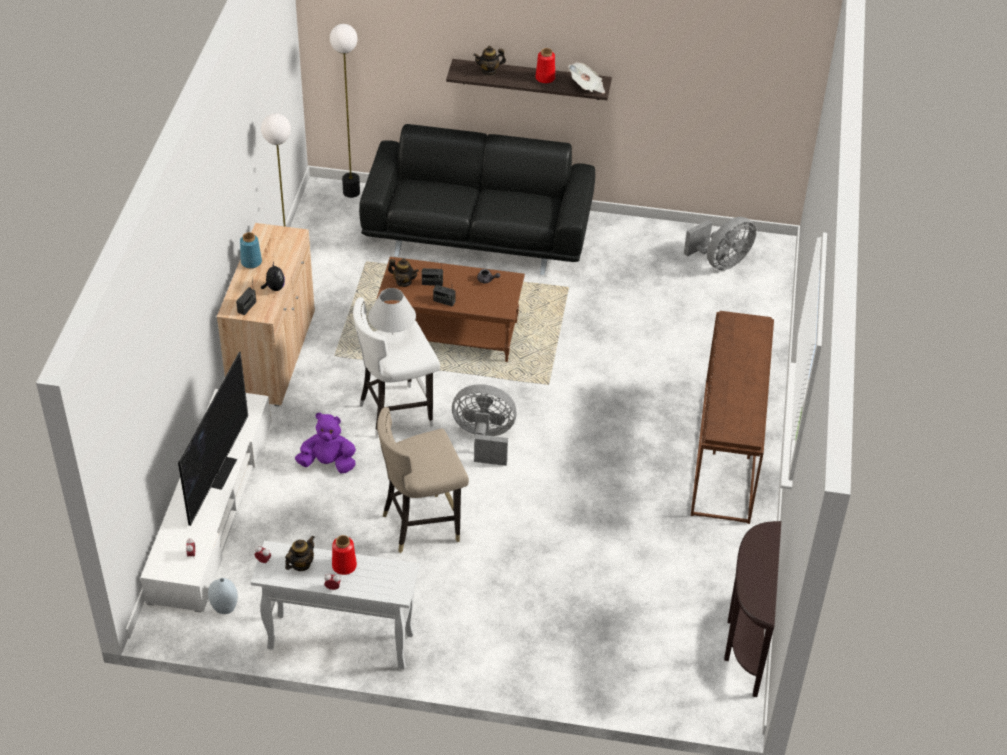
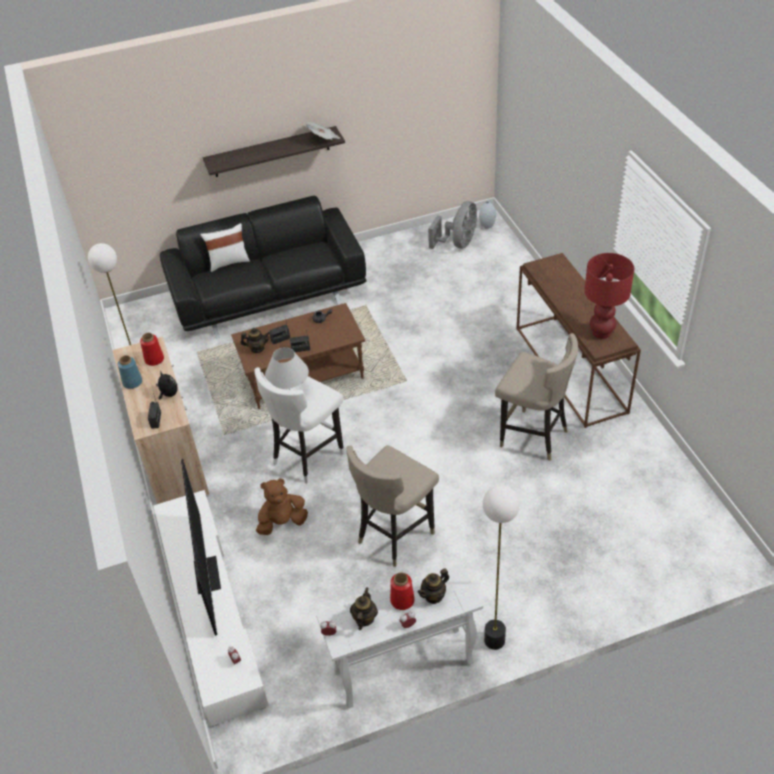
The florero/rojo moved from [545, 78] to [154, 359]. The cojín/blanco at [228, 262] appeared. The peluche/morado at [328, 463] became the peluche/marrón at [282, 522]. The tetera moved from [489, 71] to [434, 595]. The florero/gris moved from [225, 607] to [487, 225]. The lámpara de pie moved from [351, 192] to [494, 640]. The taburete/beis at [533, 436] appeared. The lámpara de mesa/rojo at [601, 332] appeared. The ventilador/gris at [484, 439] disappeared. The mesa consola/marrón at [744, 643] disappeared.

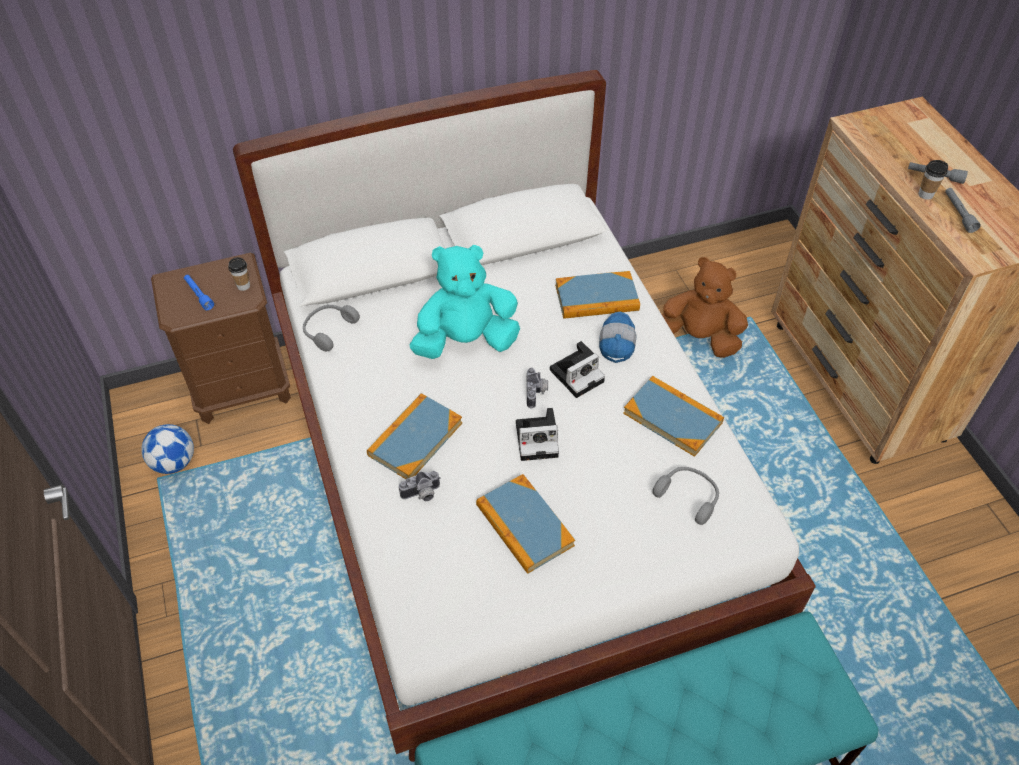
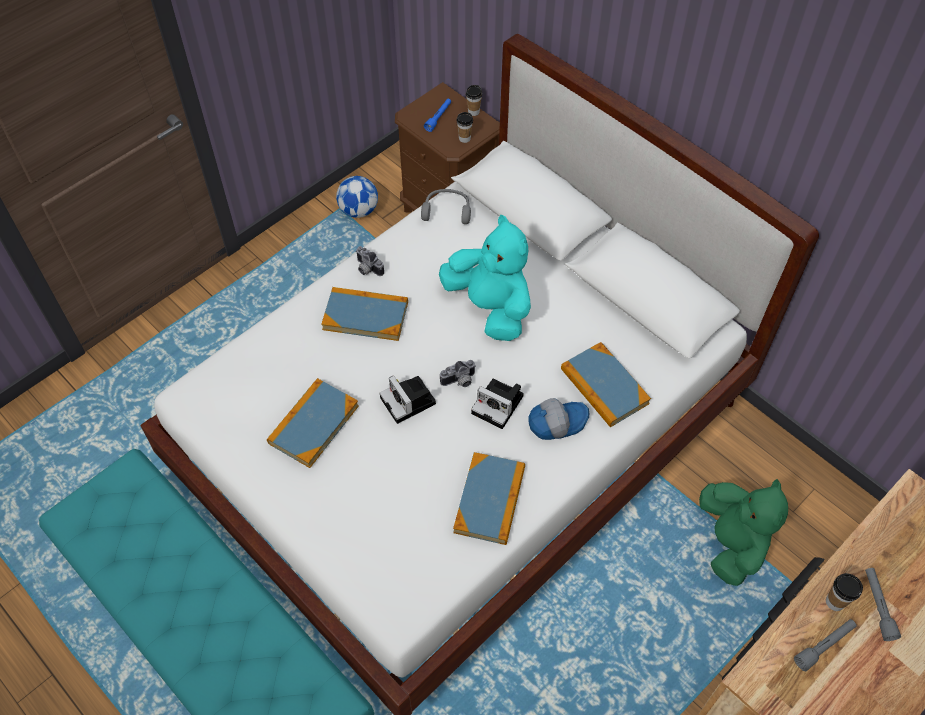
The cámara moved from [422, 495] to [367, 269]. The taza at [473, 112] appeared. The peluche/marrón at [698, 338] became the peluche/verde at [731, 543]. The auriculares/gris at [688, 496] disappeared.

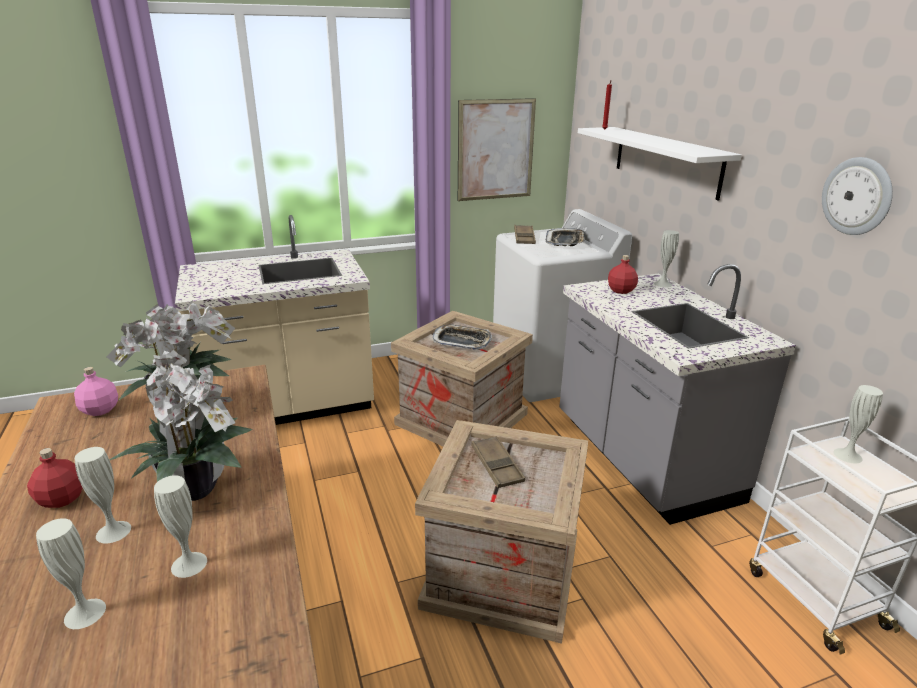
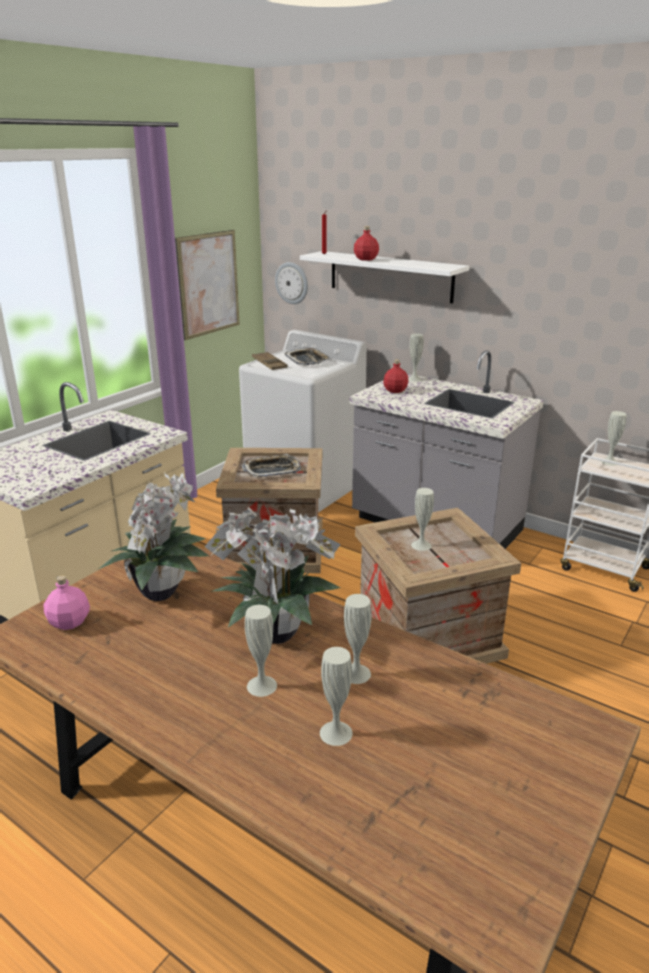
The reloj de pared moved from [857, 196] to [292, 283]. The botella/rojo moved from [61, 499] to [366, 259]. The bandeja/marrón at [497, 466] was replaced by the florero/blanco at [421, 545].

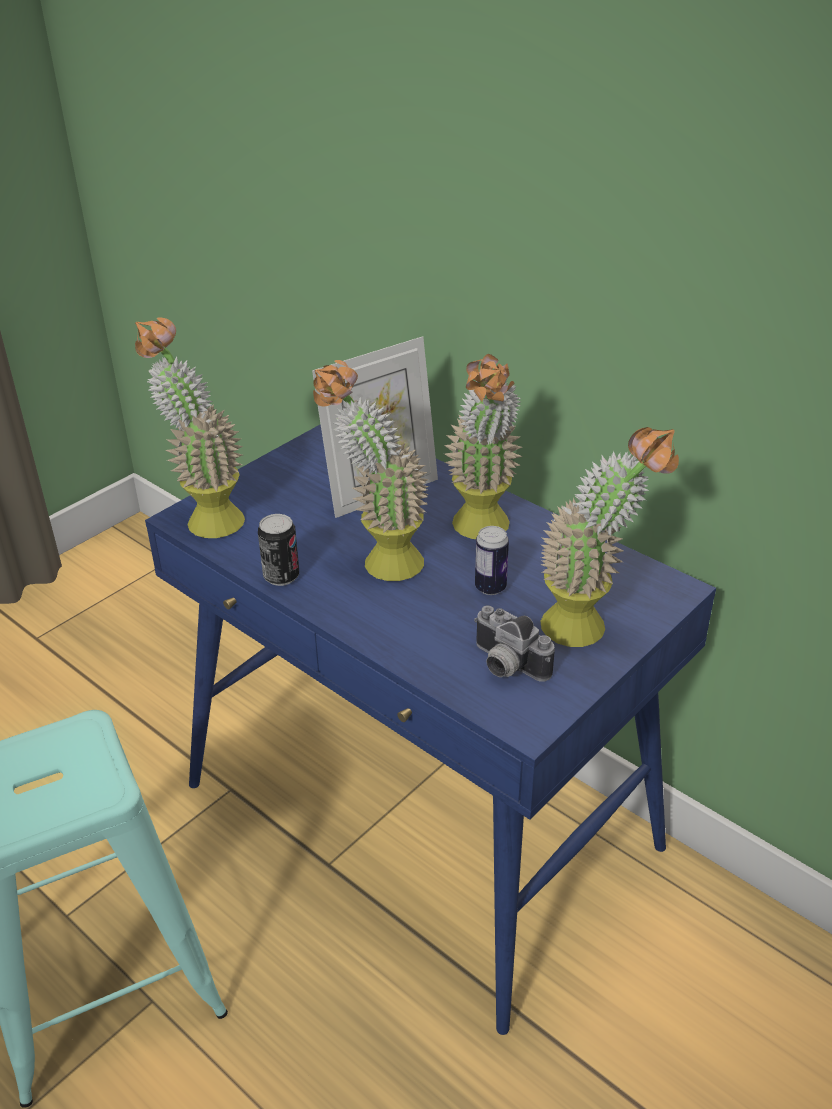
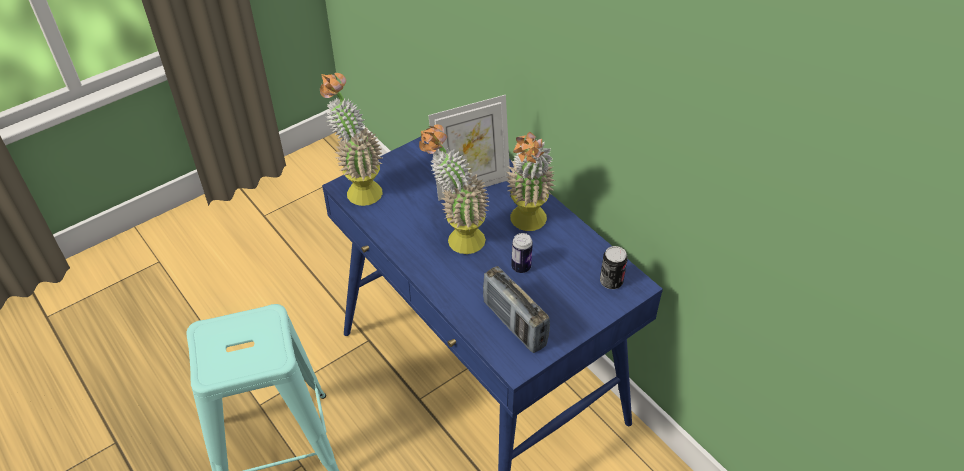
The cámara at [505, 666] was replaced by the radio at [514, 324]. The lata moved from [281, 576] to [611, 281]. The planta en maceta at [590, 627] disappeared.

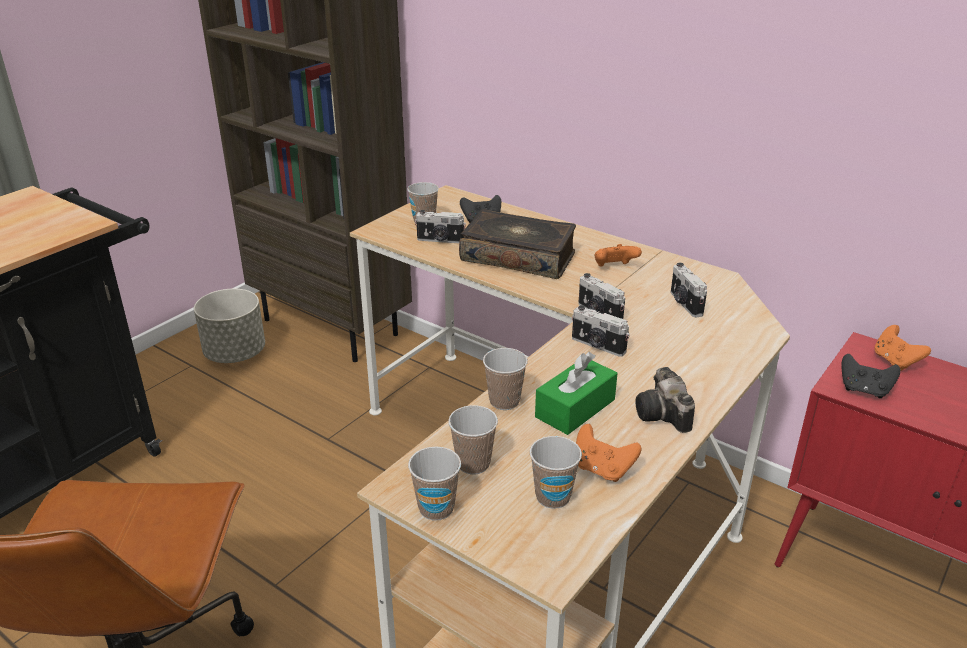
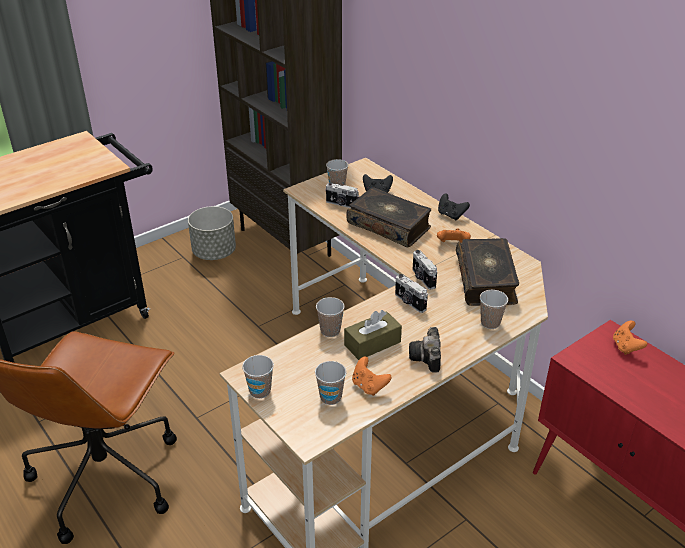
The caja de pañuelos/verde at [575, 408] became the caja de pañuelos/marrón at [372, 343]. The mando de consola/negro moved from [864, 390] to [451, 215]. The cámara at [684, 304] was replaced by the libro at [486, 280]. The taza moved from [473, 464] to [490, 323].

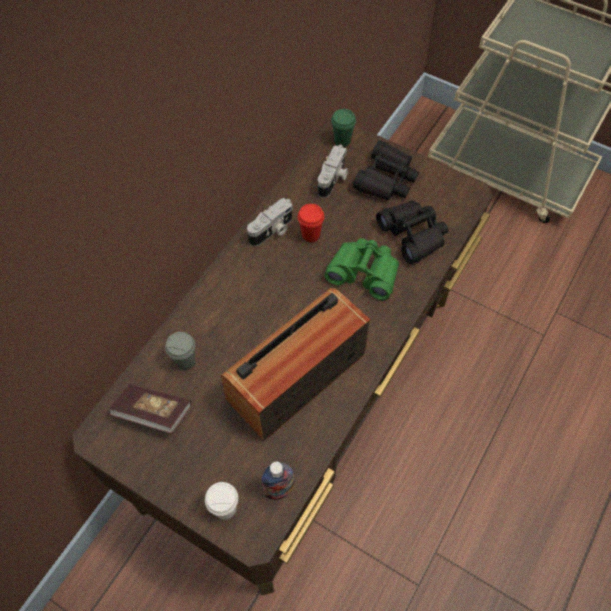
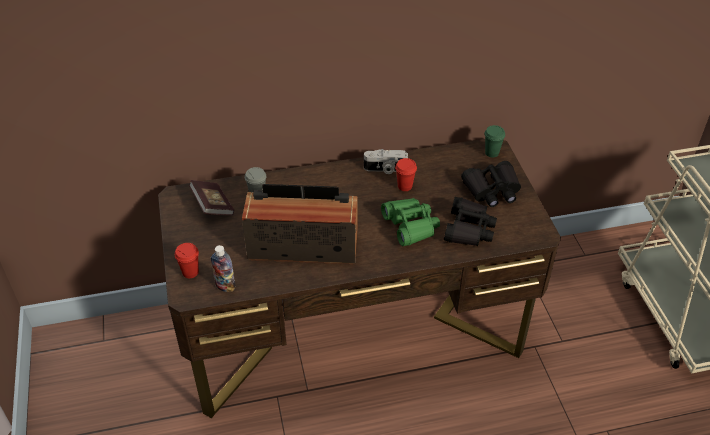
The taza/blanco at [225, 508] became the taza/rojo at [190, 272]. The cámara at [333, 179] disappeared.

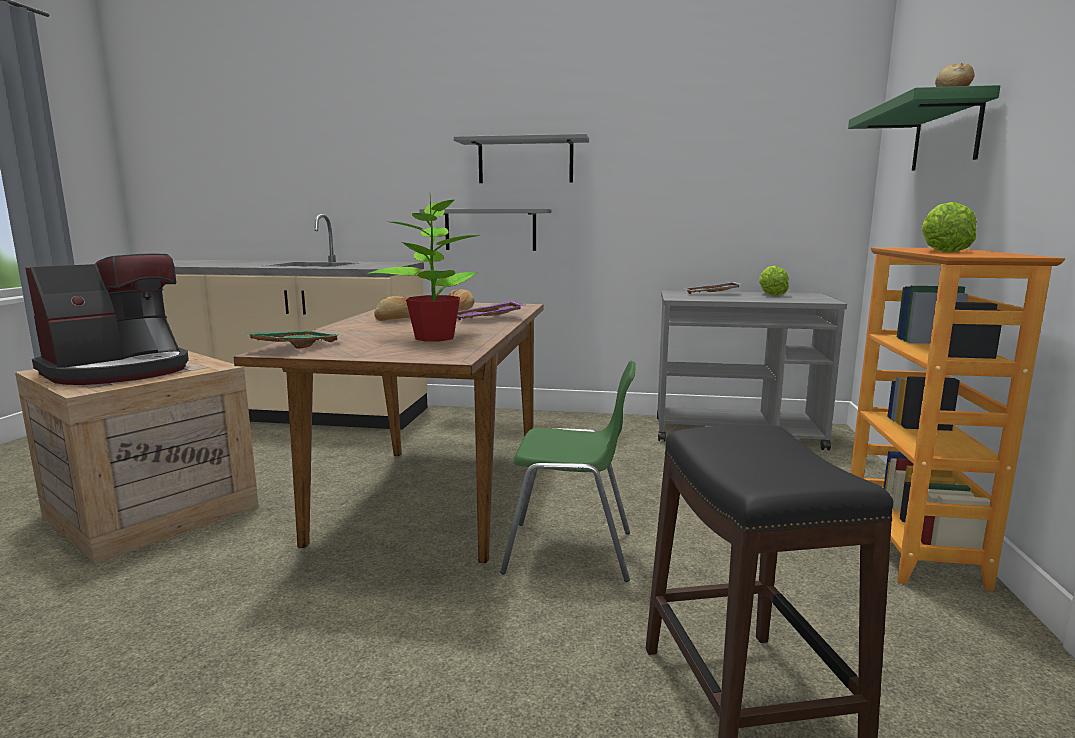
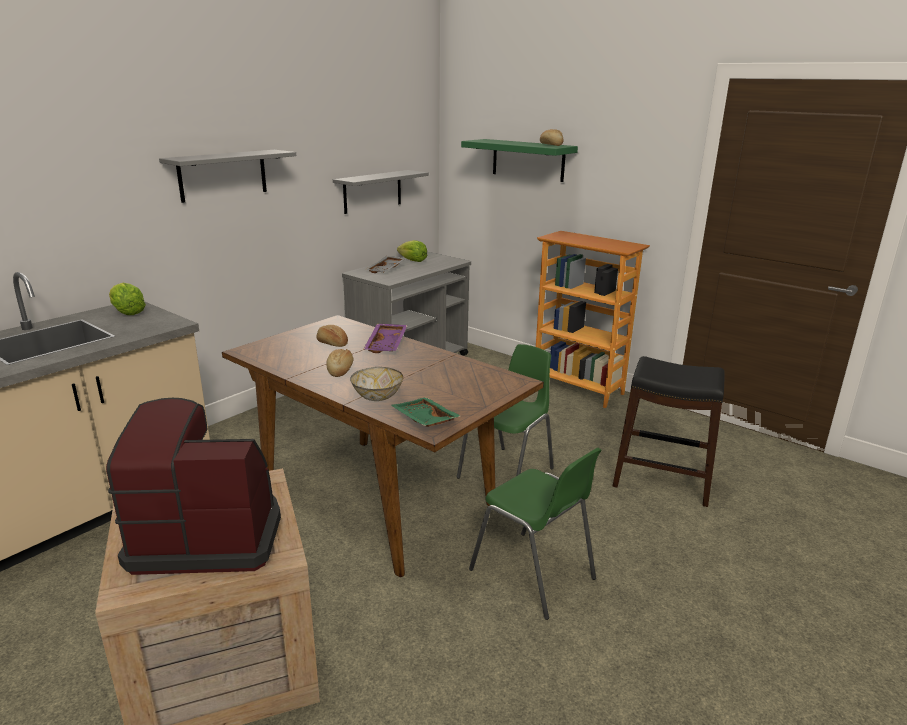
The cafetera at [119, 371] turned 75 degrees counterclockwise. The lechuga moved from [941, 251] to [127, 312]. The estante/gris moved from [490, 229] to [372, 191]. The cuenco at [377, 397] appeared. The silla/verde at [533, 575] appeared. The planta en maceta at [434, 337] disappeared.

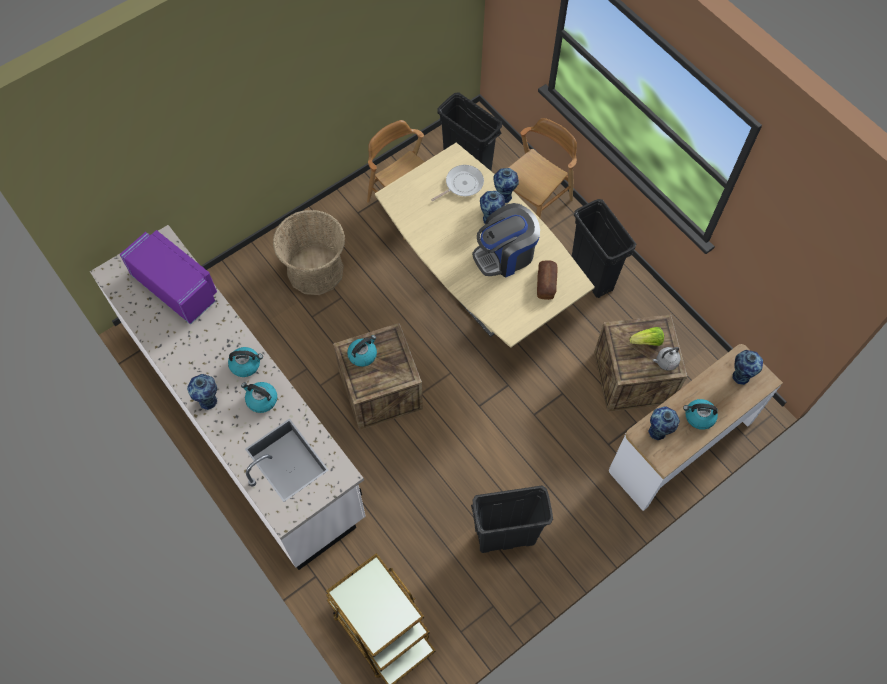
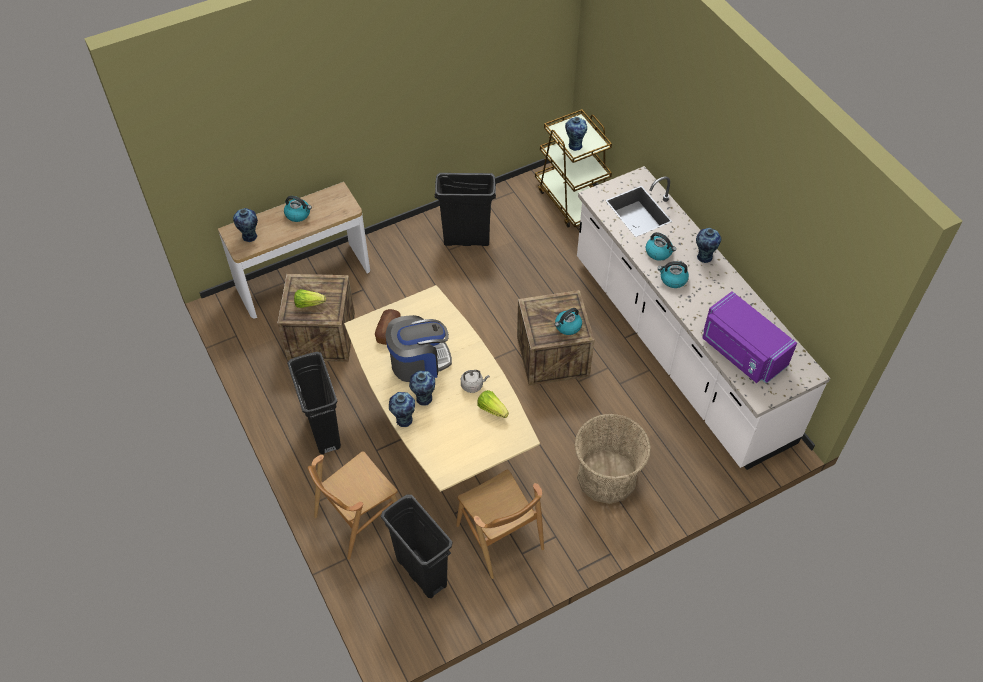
The hervidor/gris moved from [665, 362] to [473, 385]. The lechuga at [492, 409] appeared. The florero moved from [658, 432] to [574, 145]. The sartén at [462, 184] disappeared.

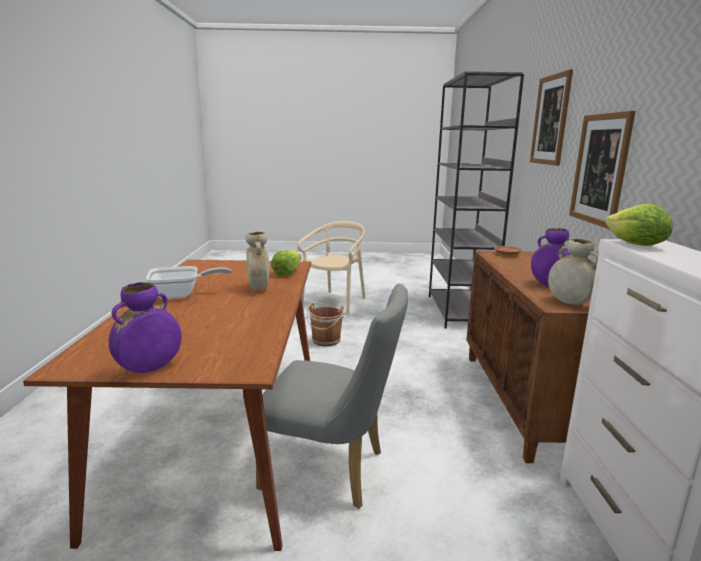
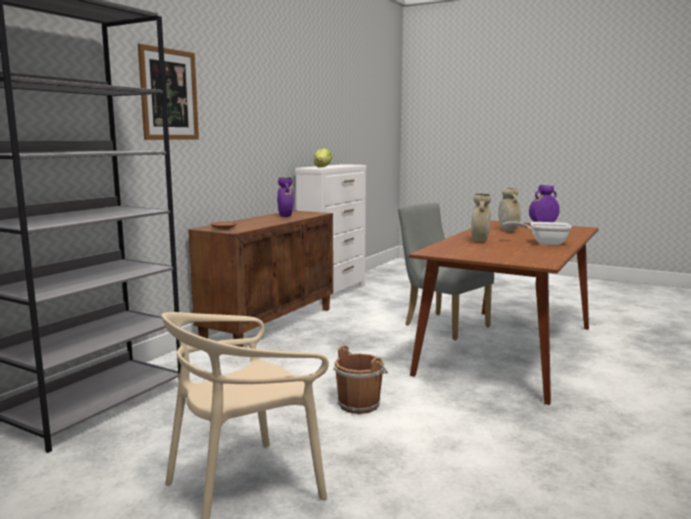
The florero/beis moved from [569, 303] to [508, 231]. The lechuga at [287, 272] disappeared. The cuadro at [600, 169] disappeared.

